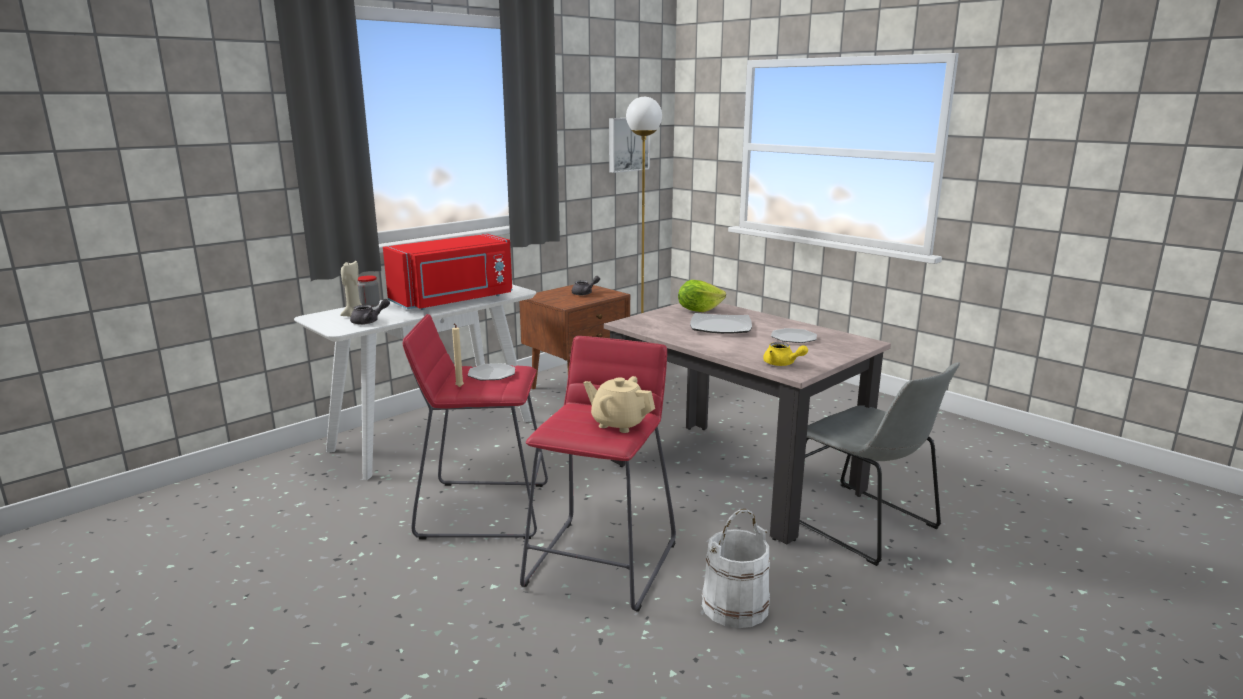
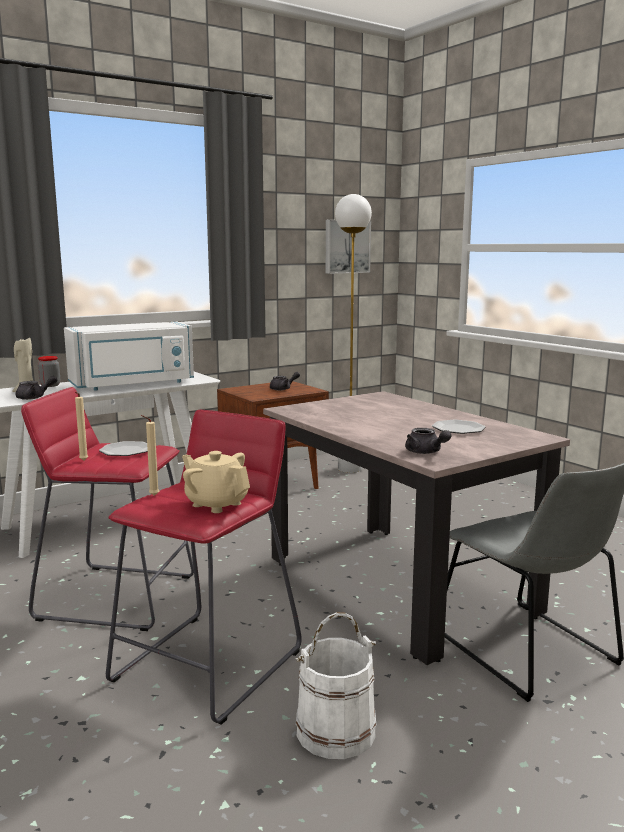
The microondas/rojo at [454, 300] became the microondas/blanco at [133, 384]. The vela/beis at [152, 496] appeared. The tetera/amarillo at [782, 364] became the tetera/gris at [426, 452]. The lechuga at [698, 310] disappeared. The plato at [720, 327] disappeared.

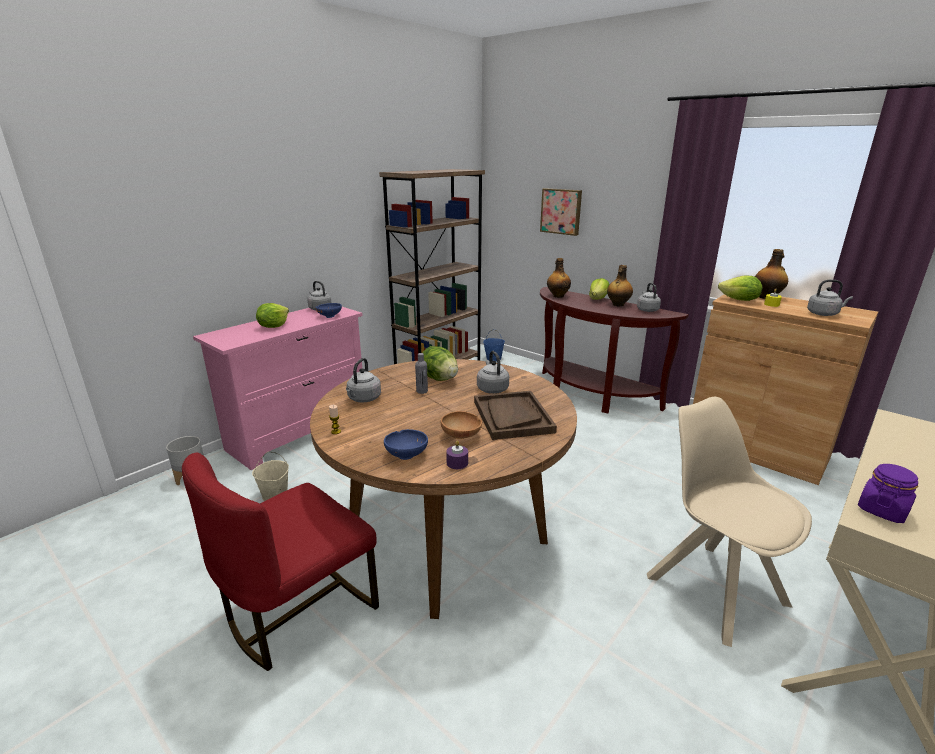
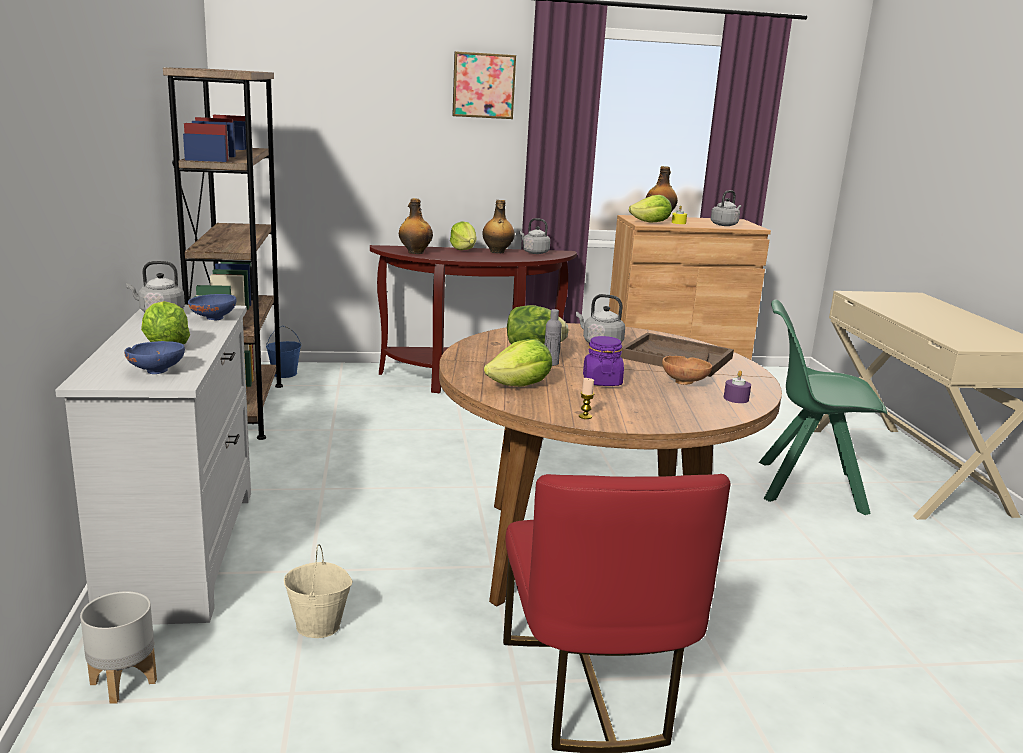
The cómoda/rosa at [300, 433] became the cómoda/blanco at [183, 550]. The cuenco/azul moved from [407, 454] to [156, 370]. The cuadro moved from [561, 211] to [483, 85]. The hervidor/gris at [363, 399] was replaced by the lechuga at [520, 386]. The tarro/morado moved from [882, 510] to [602, 381]. The silla/beis at [713, 587] became the silla/verde at [806, 486].

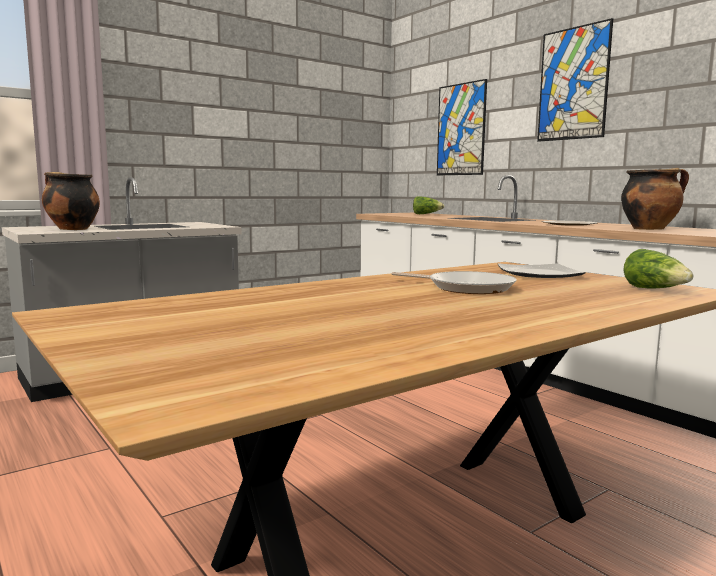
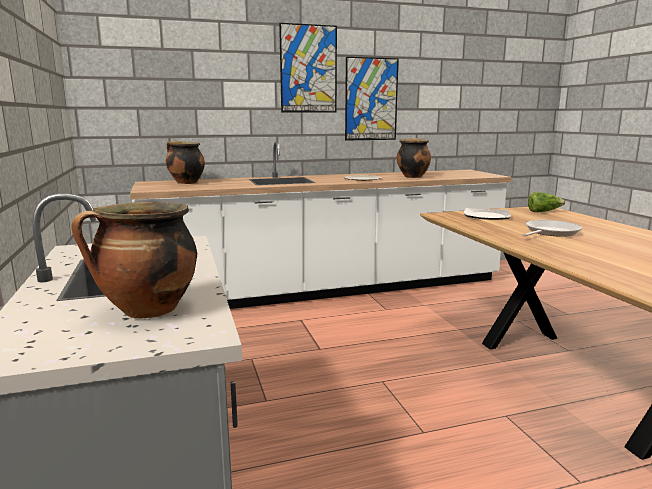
The lechuga at [426, 214] was replaced by the olla at [185, 183]. The cuadro moved from [461, 129] to [371, 99].

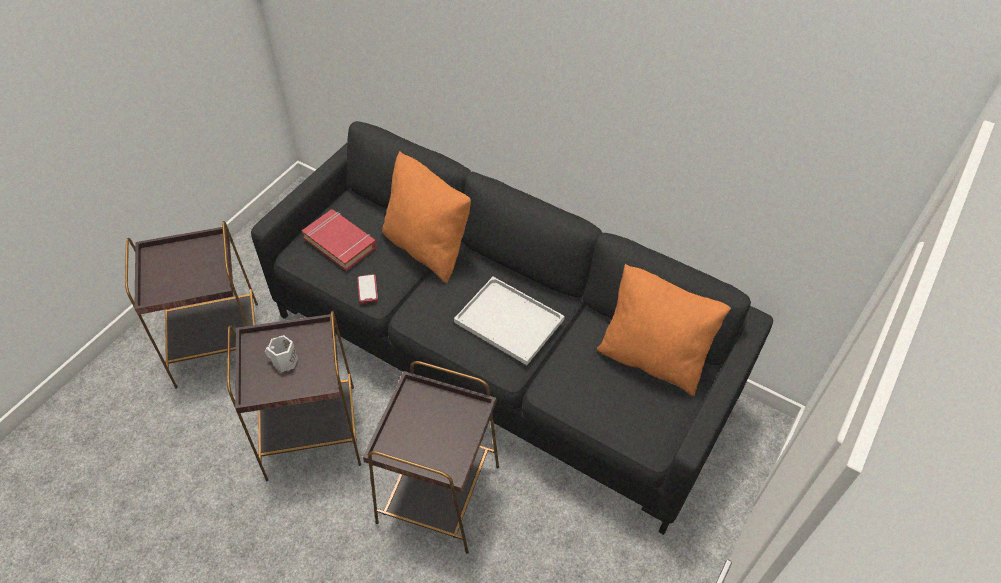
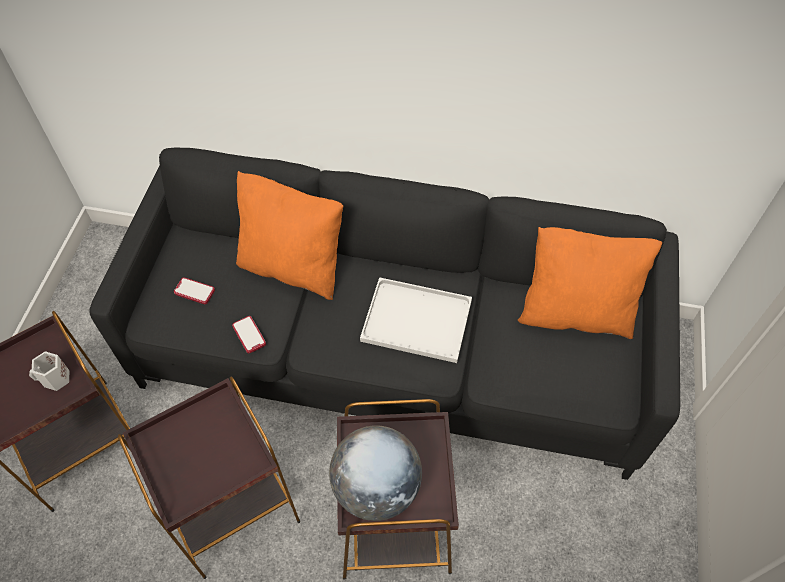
The taza grande/blanco moved from [284, 362] to [55, 379]. The libro/rojo at [340, 243] was replaced by the móvil at [194, 291]. The globo terráqueo at [376, 487] appeared.

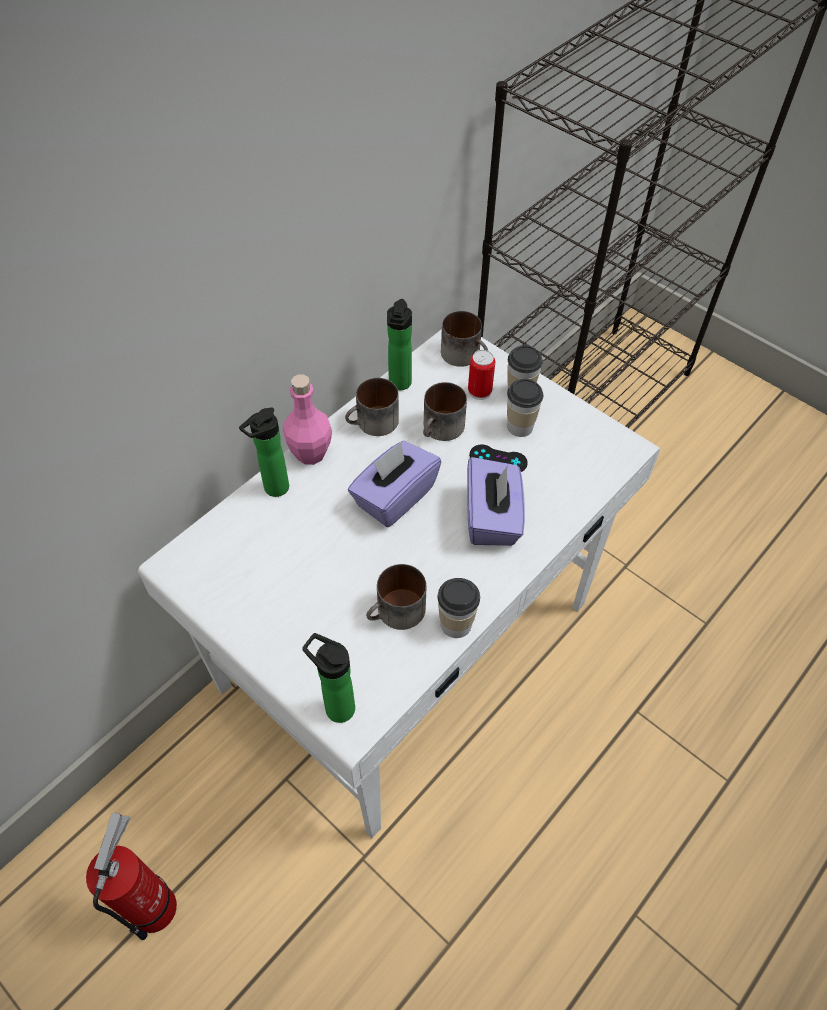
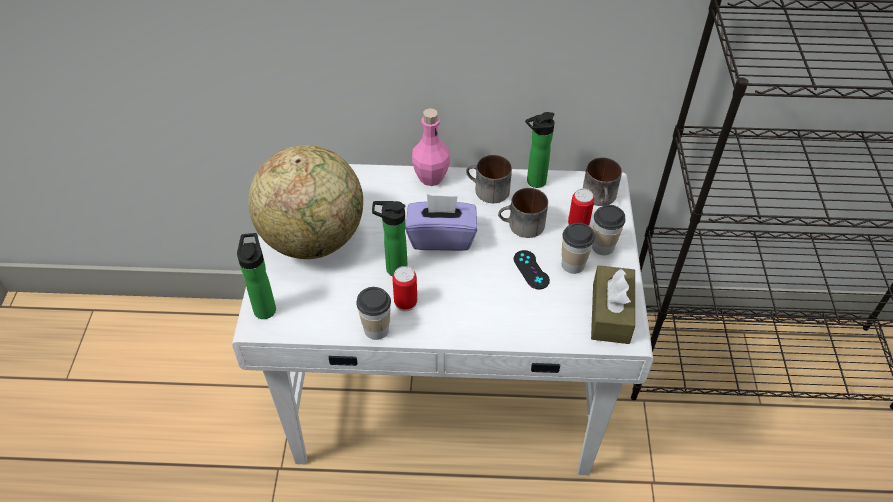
The globo terráqueo at [313, 239] appeared. The botella moved from [273, 489] to [393, 268]. The lata at [405, 302] appeared. The caja de pañuelos/marrón at [610, 313] appeared. The extintor at [156, 902] disappeared. The taza grande at [397, 613] disappeared. The caja de pañuelos/morado at [492, 518] disappeared.

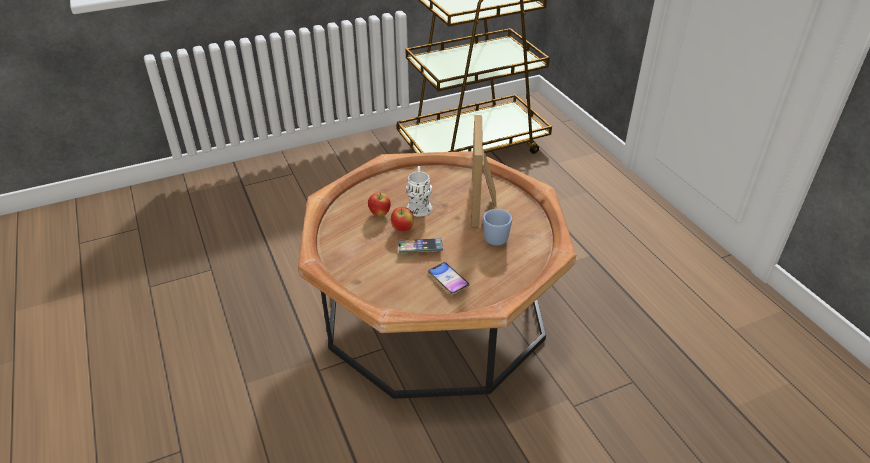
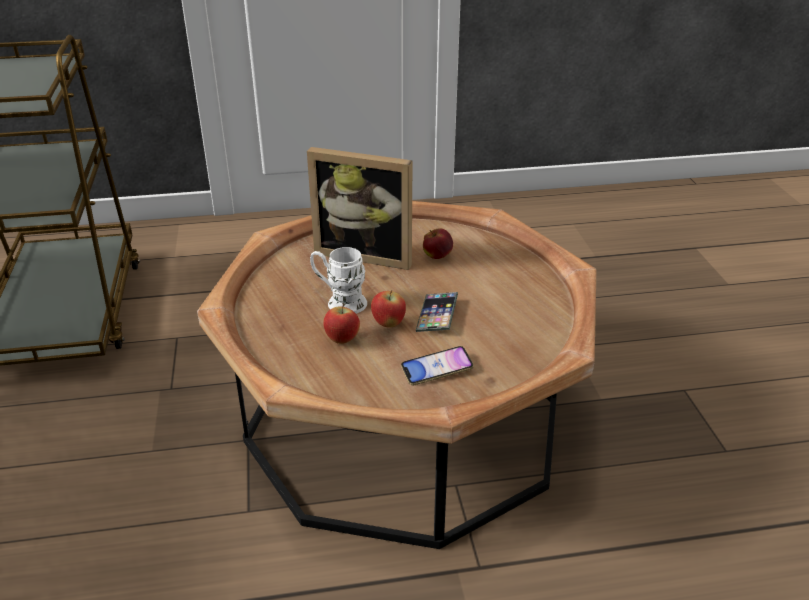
The móvil moved from [448, 280] to [436, 369]. The taza grande/azul at [496, 236] was replaced by the manzana at [437, 256].

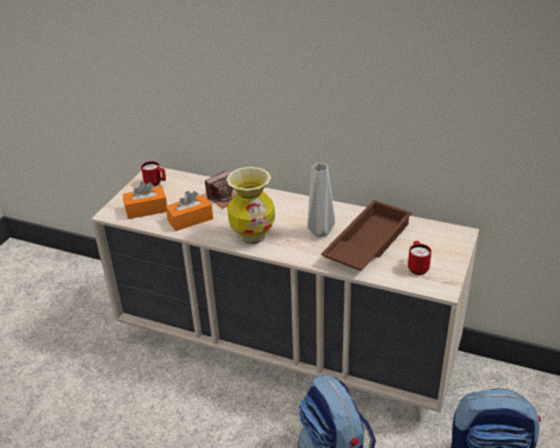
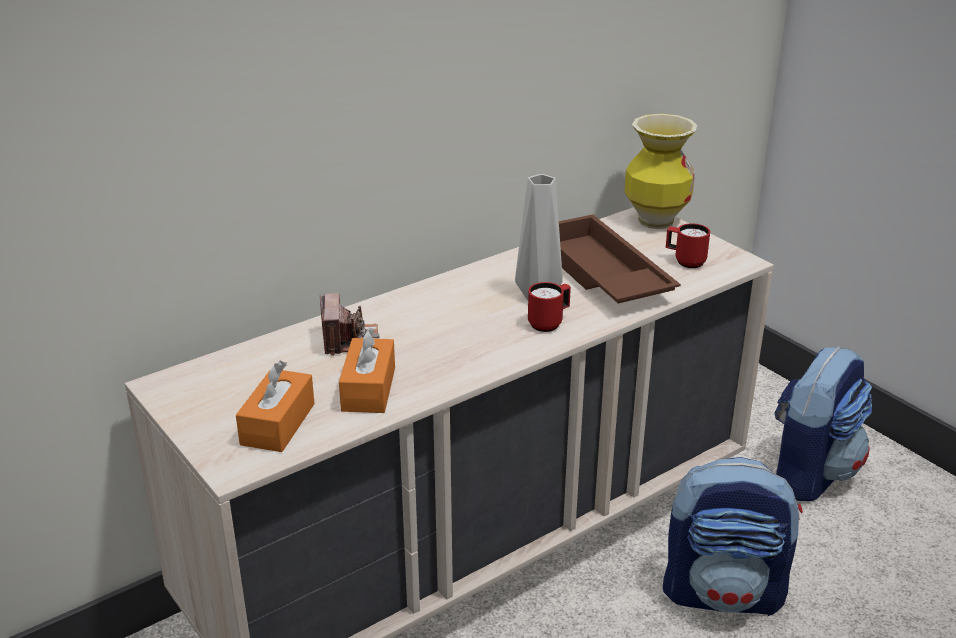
The taza grande/rojo moved from [155, 183] to [549, 323]. The florero moved from [253, 237] to [655, 221].

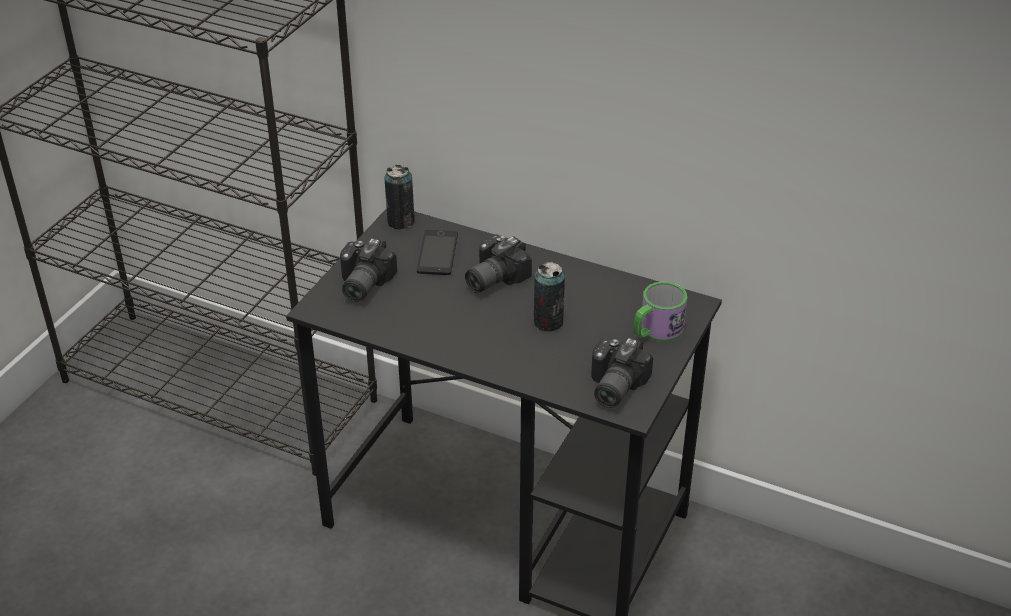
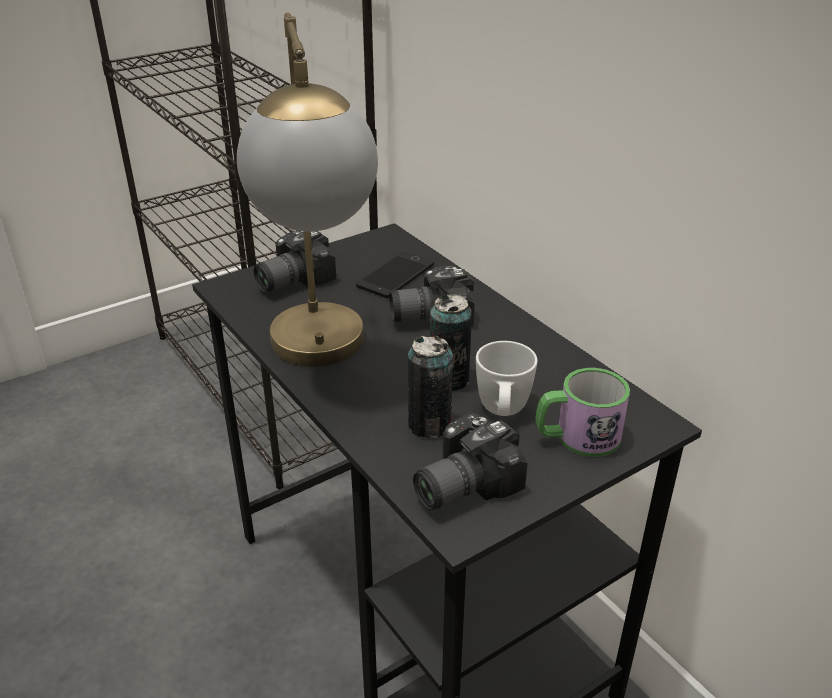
The lámpara de mesa at [322, 360] appeared. The lata moved from [401, 222] to [429, 425]. The taza grande/blanco at [502, 414] appeared.

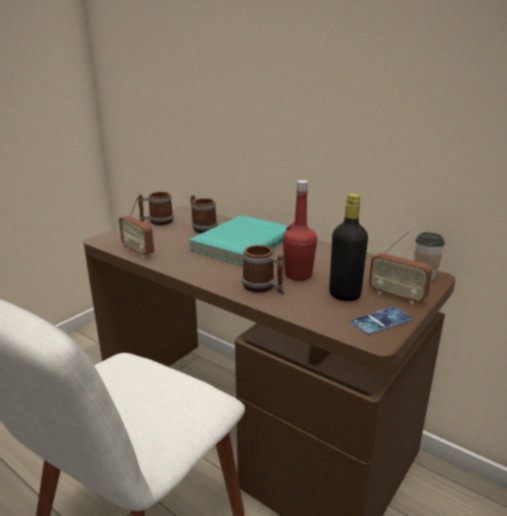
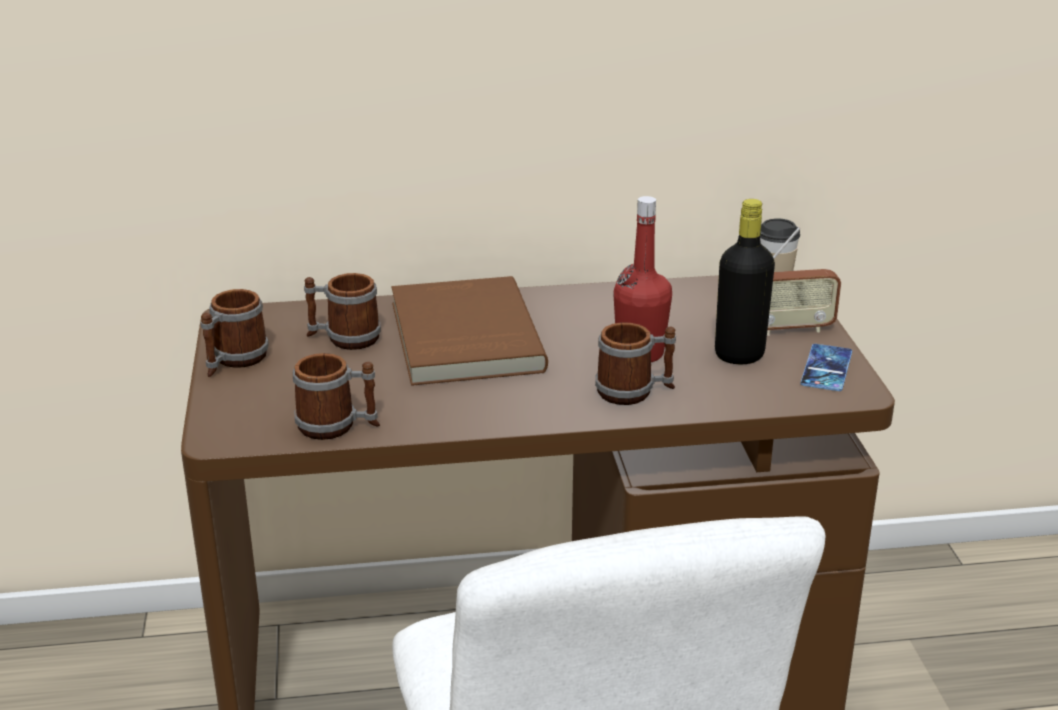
The radio at [138, 251] was replaced by the taza grande at [337, 426]. The libro/turquesa at [241, 242] became the libro/marrón at [462, 337].

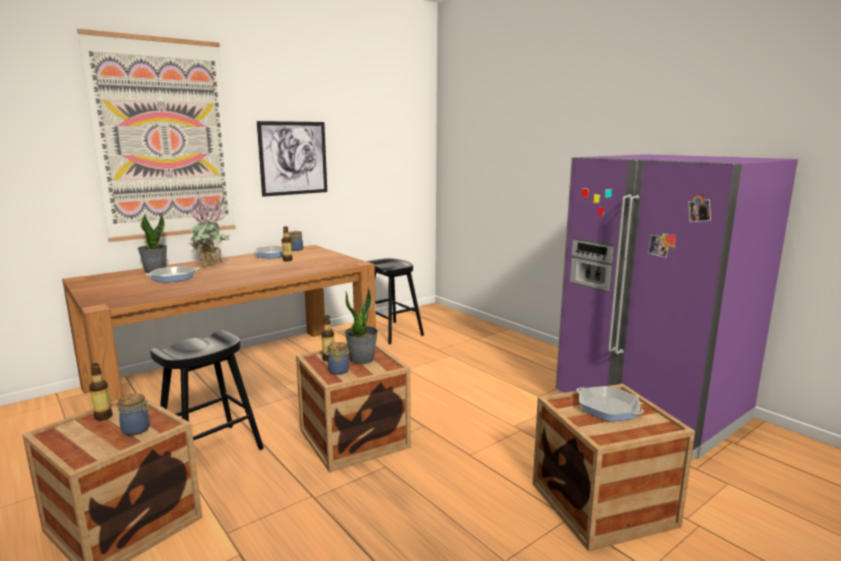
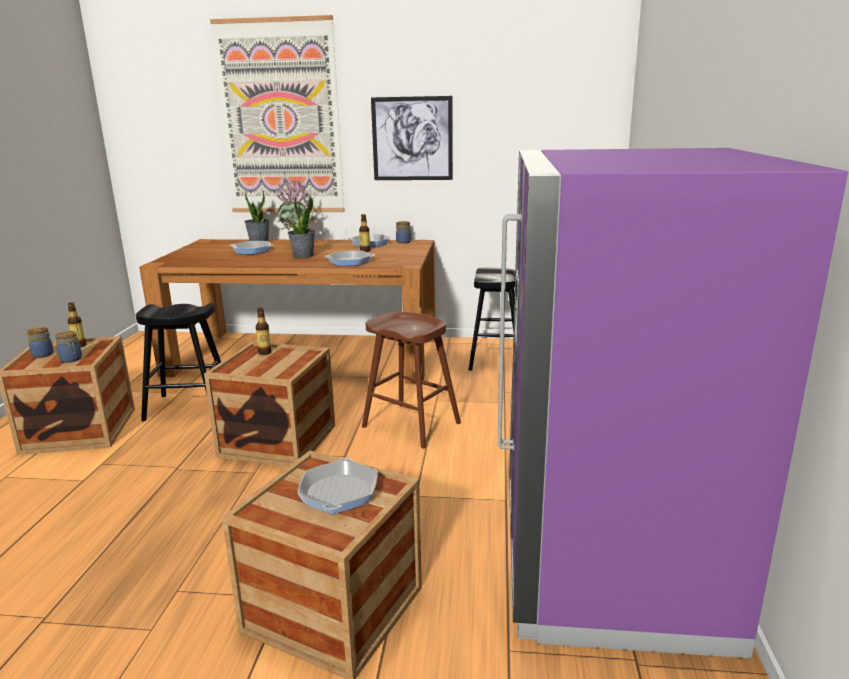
The tarro moved from [337, 371] to [42, 354]. The planta en maceta moved from [362, 359] to [303, 256]. The sartén at [350, 262] appeared. The taburete/marrón at [411, 425] appeared.

